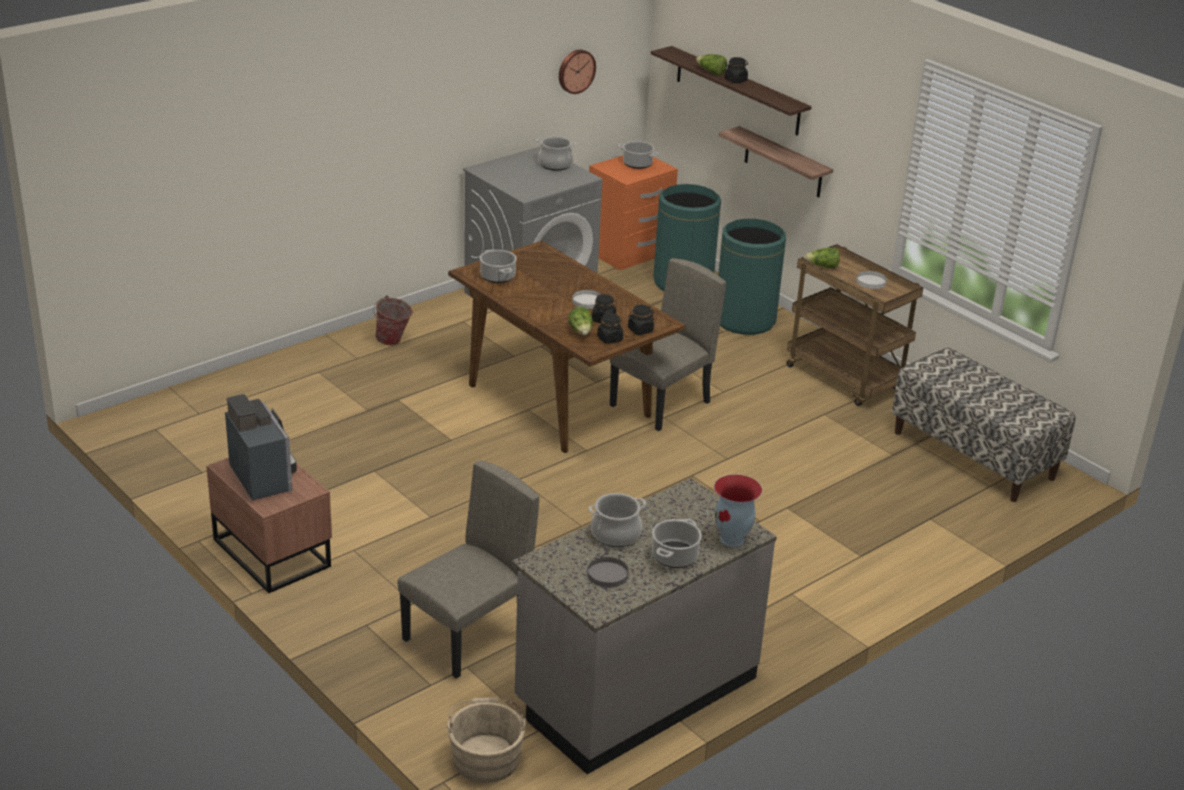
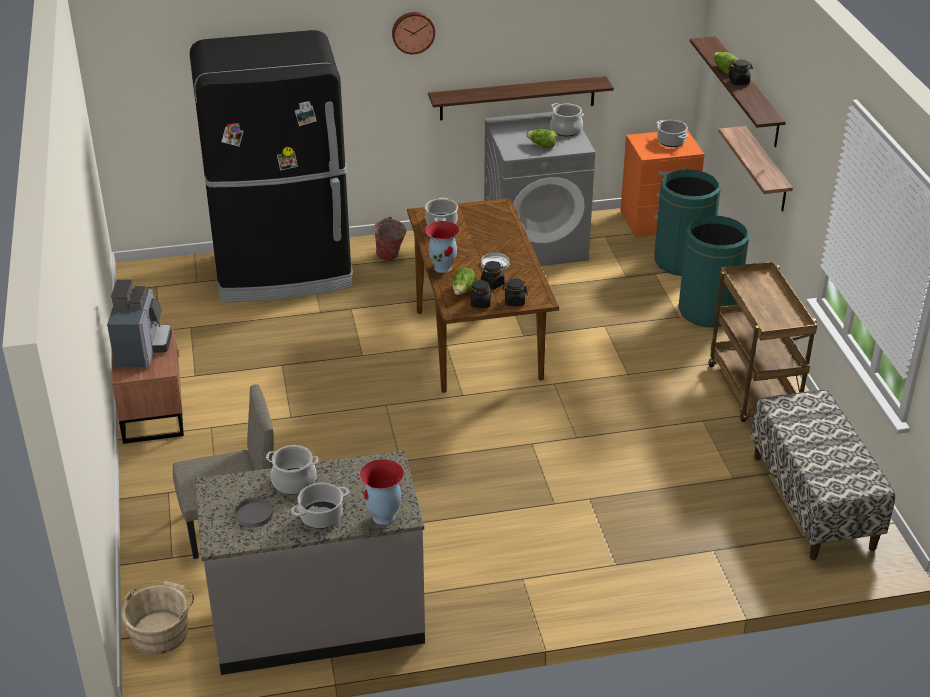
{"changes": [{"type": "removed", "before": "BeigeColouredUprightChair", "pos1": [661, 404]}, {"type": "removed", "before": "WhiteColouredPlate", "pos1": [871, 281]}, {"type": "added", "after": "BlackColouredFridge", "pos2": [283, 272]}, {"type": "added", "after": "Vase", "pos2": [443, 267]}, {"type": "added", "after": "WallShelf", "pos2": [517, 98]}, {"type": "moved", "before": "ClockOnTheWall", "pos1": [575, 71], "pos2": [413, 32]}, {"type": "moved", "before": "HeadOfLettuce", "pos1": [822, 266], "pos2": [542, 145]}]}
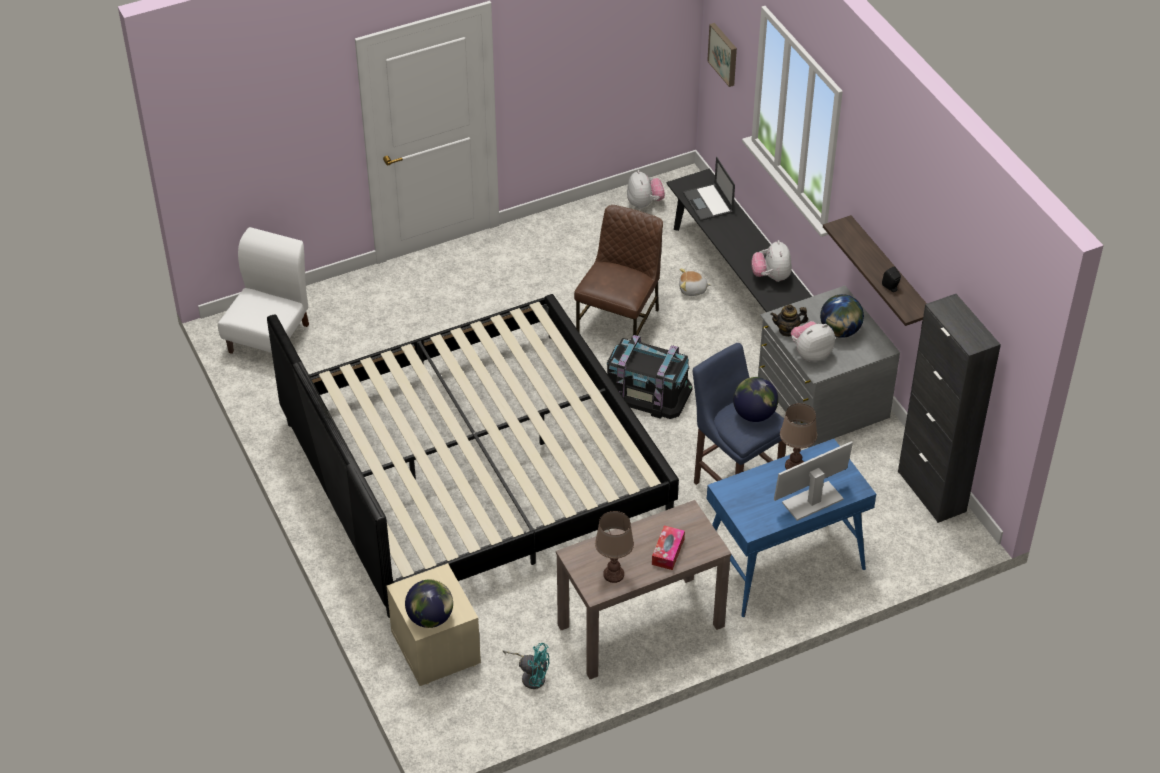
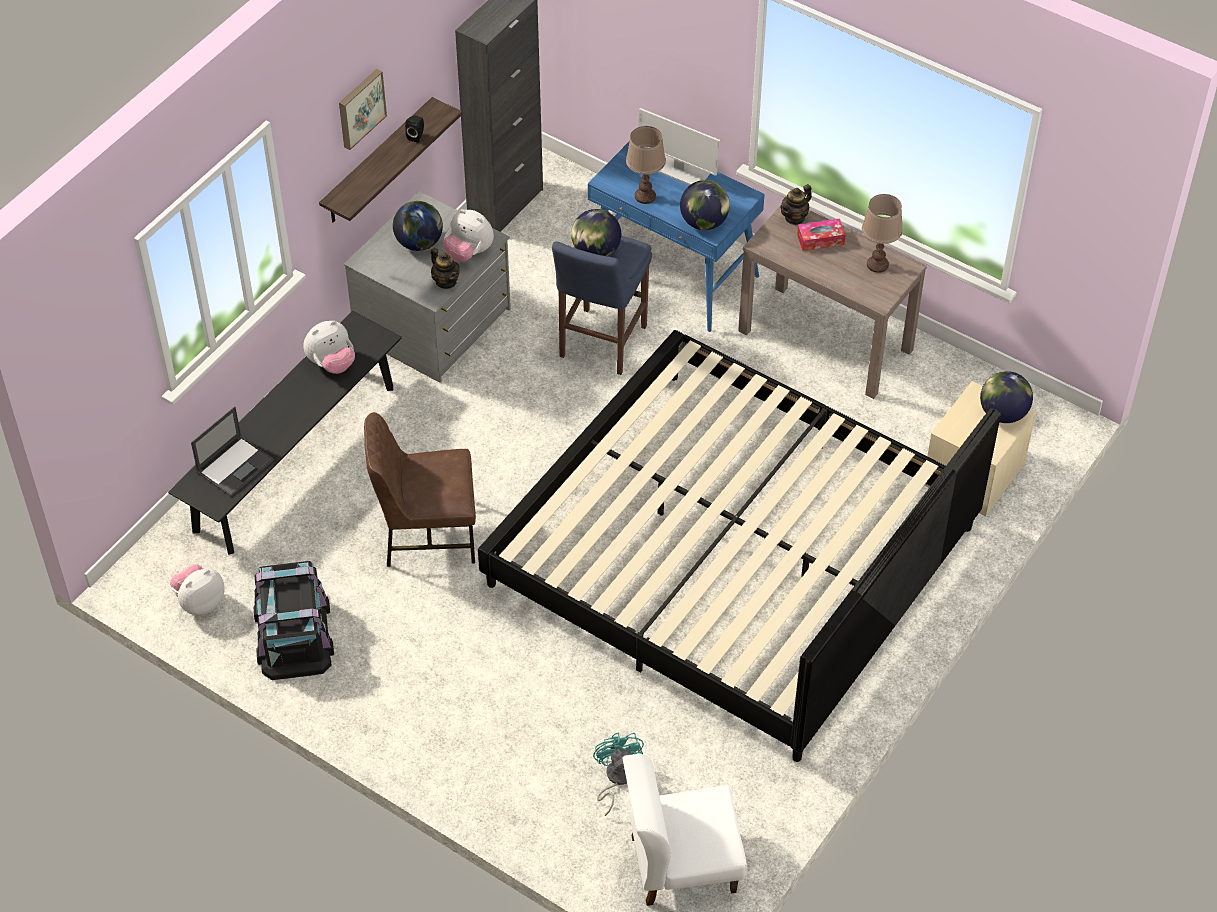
{"changes": [{"type": "removed", "before": "CuddlyToy", "pos1": [692, 289]}, {"type": "added", "after": "WorldGlobe", "pos2": [704, 222]}, {"type": "added", "after": "TeaPot", "pos2": [794, 217]}, {"type": "moved", "before": "TurquoiseColouredCoolingFan", "pos1": [531, 676], "pos2": [616, 778]}, {"type": "moved", "before": "BlackColouredStorageContainer", "pos1": [647, 391], "pos2": [293, 633]}, {"type": "moved", "before": "WallArt", "pos1": [724, 54], "pos2": [360, 108]}]}
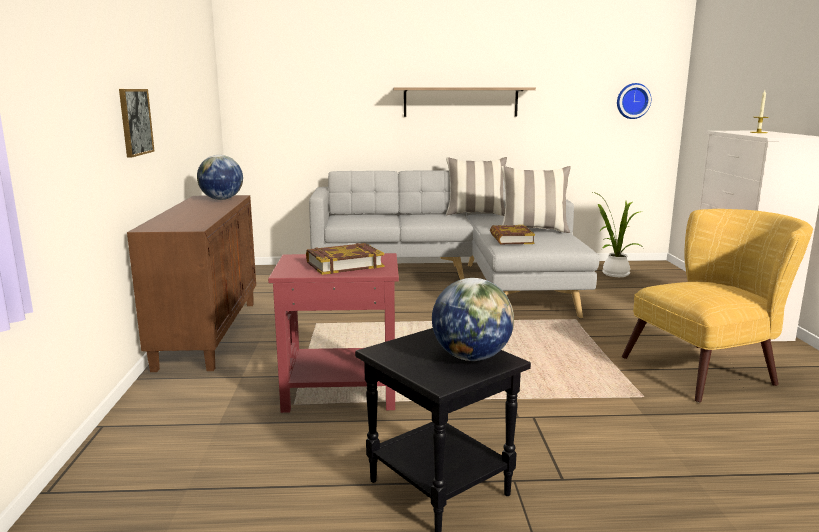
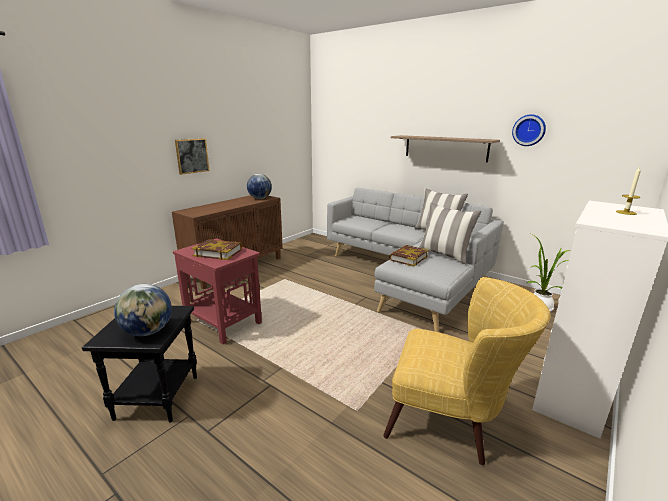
{"changes": [{"type": "moved", "before": "ClockOnTheWall", "pos1": [632, 101], "pos2": [529, 130]}]}
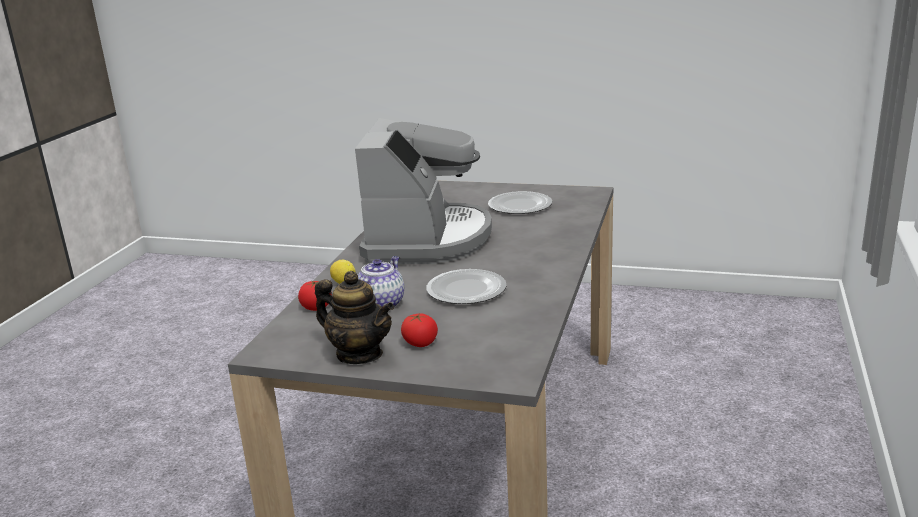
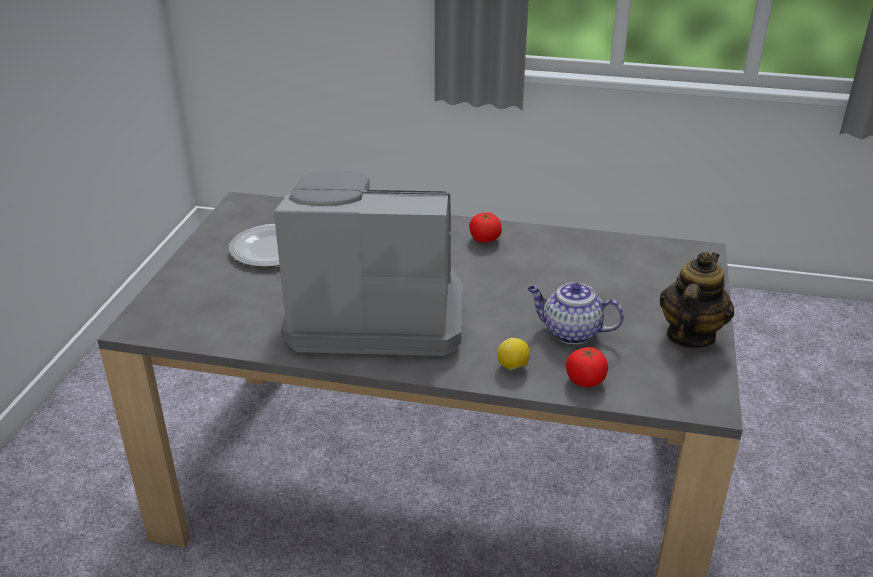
{"changes": [{"type": "removed", "before": "Plate", "pos1": [467, 290]}, {"type": "moved", "before": "WholeTomato", "pos1": [420, 343], "pos2": [484, 239]}]}
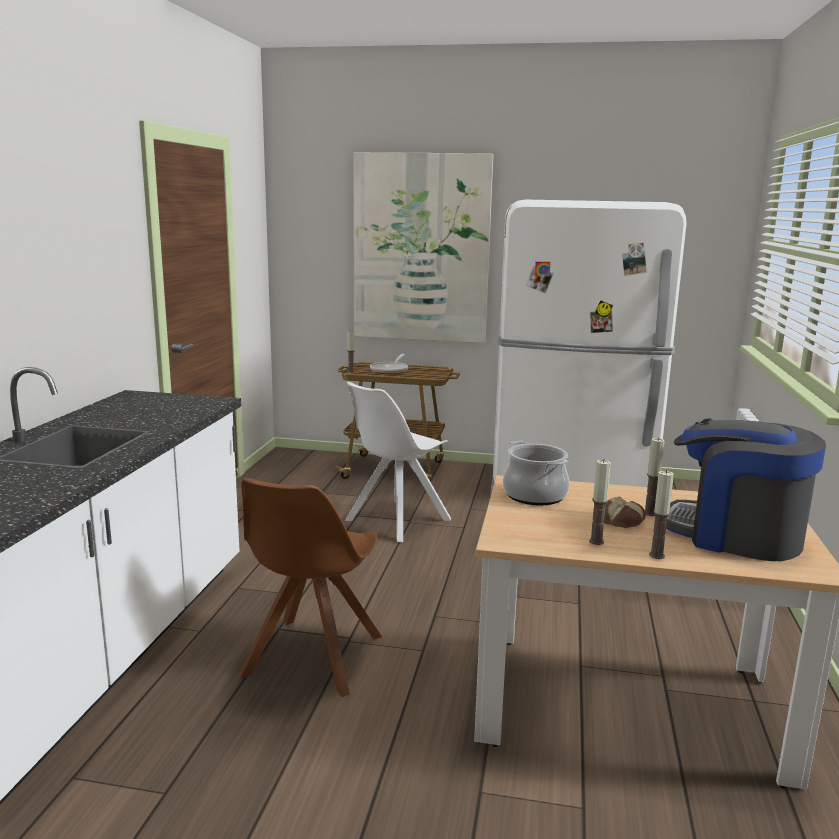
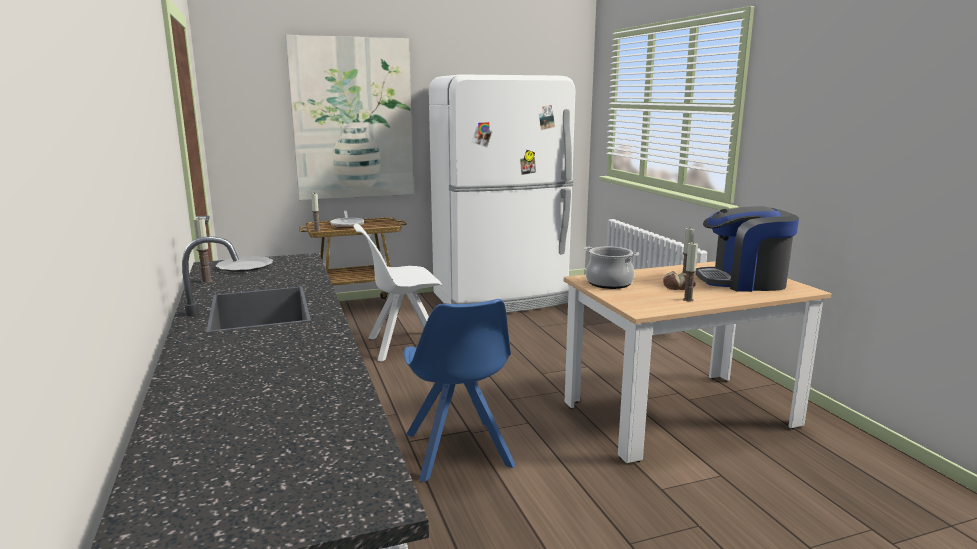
{"changes": [{"type": "added", "after": "Plate", "pos2": [244, 266]}, {"type": "moved", "before": "WaxCandle", "pos1": [656, 555], "pos2": [206, 281]}, {"type": "recoloured", "before": "BrownColouredUprightChair", "after": "BlueColouredUprightChair", "pos1": [311, 658], "pos2": [458, 452]}, {"type": "turned", "before": "WhiteColouredUprightChair", "pos1": [395, 521], "pos2": [403, 345], "turn": 60}]}
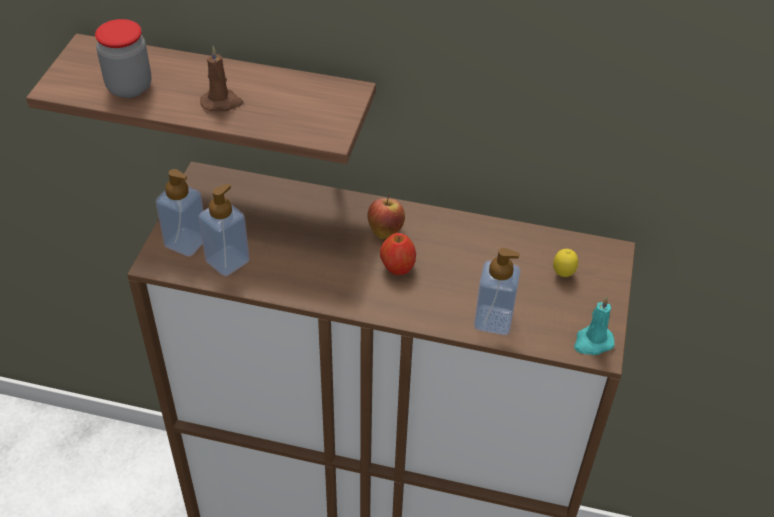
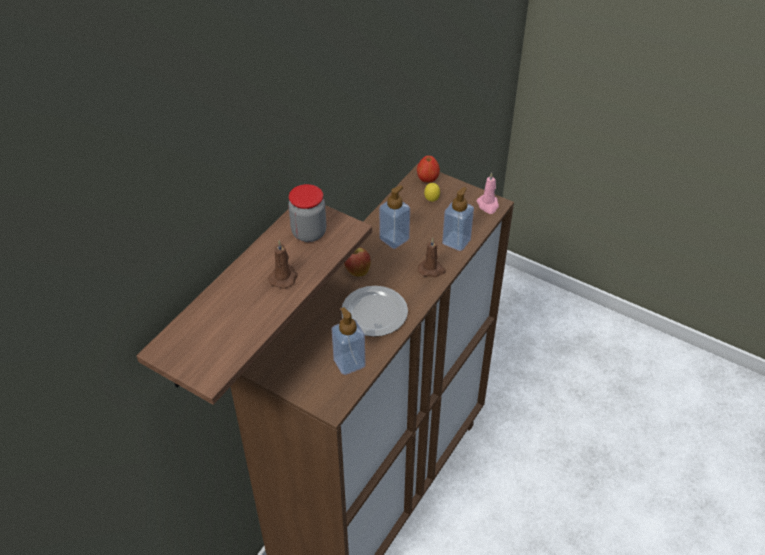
{"changes": [{"type": "added", "after": "Plate", "pos2": [373, 312]}, {"type": "added", "after": "BrownColouredWaxCandle", "pos2": [432, 270]}, {"type": "moved", "before": "StorageJar", "pos1": [129, 87], "pos2": [309, 233]}, {"type": "moved", "before": "LiquidSoapBottle", "pos1": [186, 242], "pos2": [394, 239]}, {"type": "moved", "before": "Apple", "pos1": [397, 268], "pos2": [427, 179]}, {"type": "recoloured", "before": "TurquoiseColouredWaxCandle", "after": "PinkishWaxCandle", "pos1": [592, 342], "pos2": [488, 205]}]}
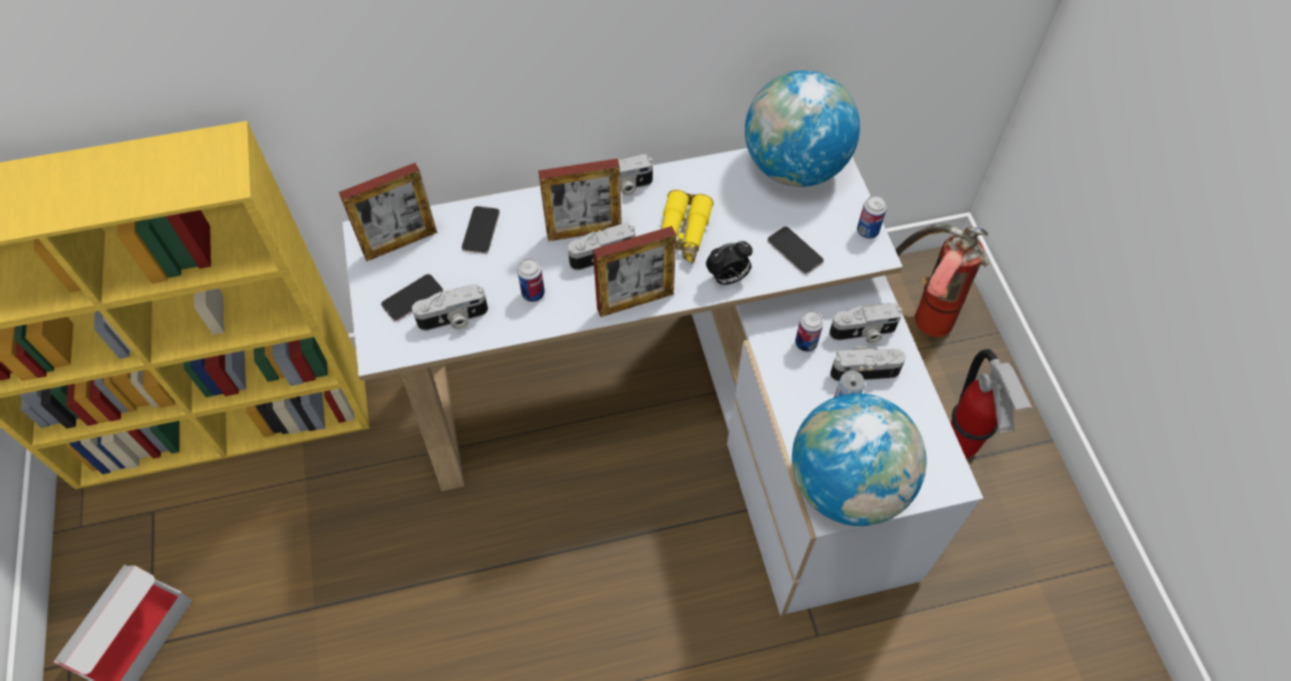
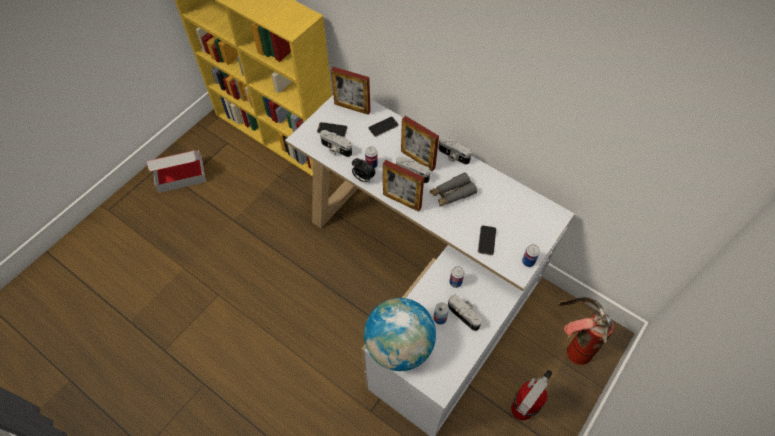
{"changes": [{"type": "removed", "before": "WorldGlobe", "pos1": [794, 167]}, {"type": "removed", "before": "StillCamera", "pos1": [863, 333]}, {"type": "moved", "before": "TableClock", "pos1": [727, 278], "pos2": [363, 178]}, {"type": "recoloured", "before": "YellowColouredFieldGlasses", "after": "GreyishFieldGlasses", "pos1": [682, 234], "pos2": [452, 194]}]}
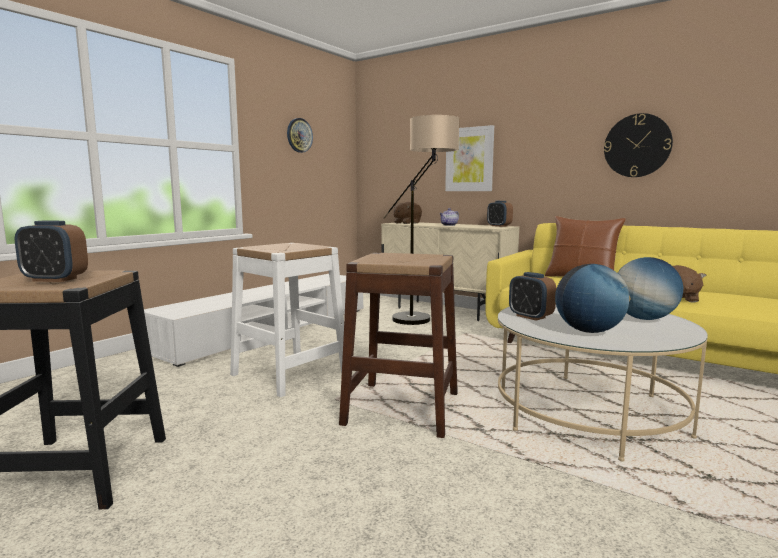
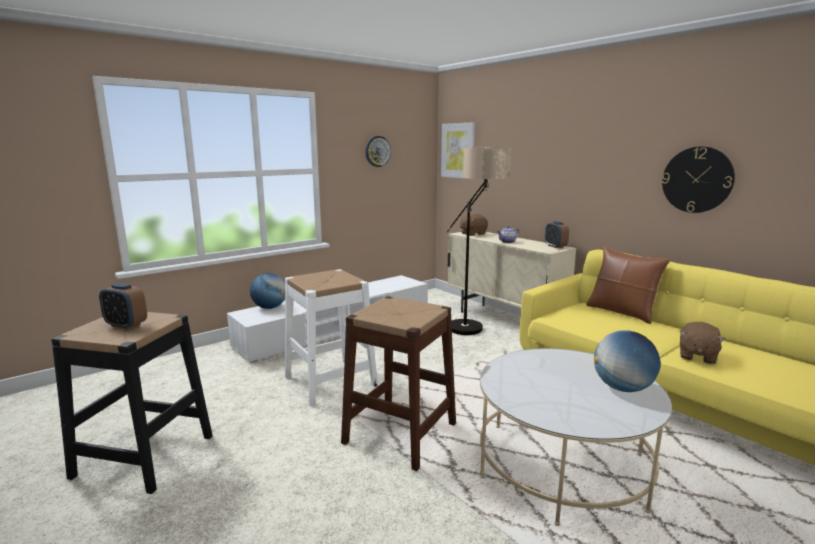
{"changes": [{"type": "removed", "before": "TableClock", "pos1": [530, 317]}, {"type": "moved", "before": "WallArt", "pos1": [469, 159], "pos2": [458, 150]}, {"type": "moved", "before": "WorldGlobe", "pos1": [589, 331], "pos2": [270, 307]}]}
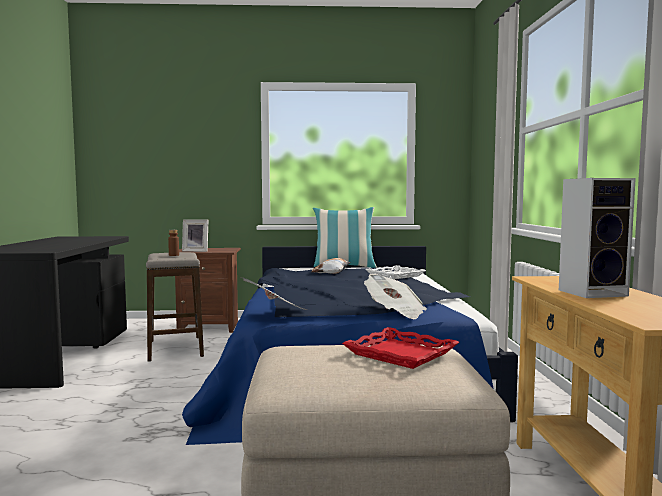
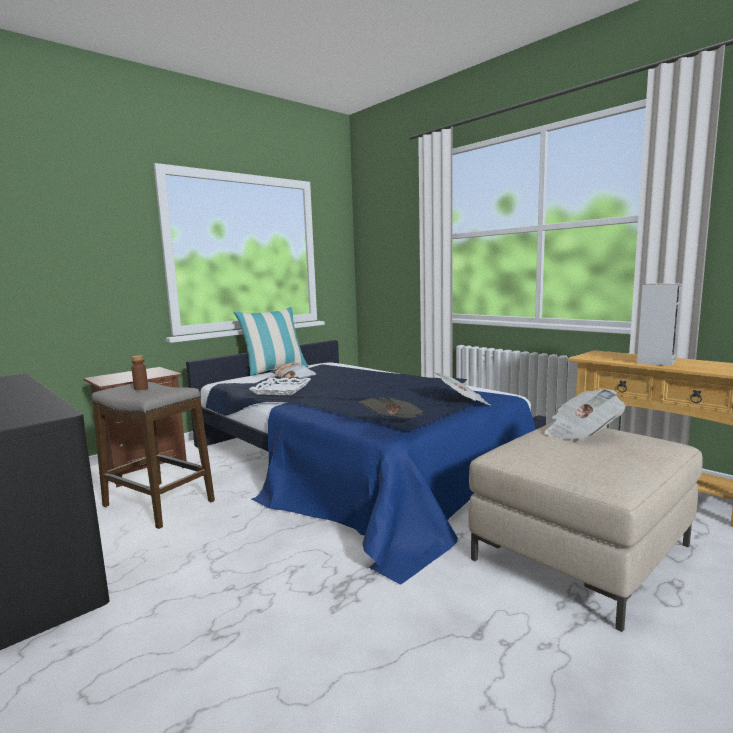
{"changes": [{"type": "removed", "before": "StandingFrame", "pos1": [196, 251]}, {"type": "moved", "before": "WhiteColouredCarryingTray", "pos1": [395, 276], "pos2": [282, 390]}, {"type": "replaced", "before": "ReddishCarryingTray", "after": "PrintedPaper", "pos1": [400, 354], "pos2": [581, 433]}]}
